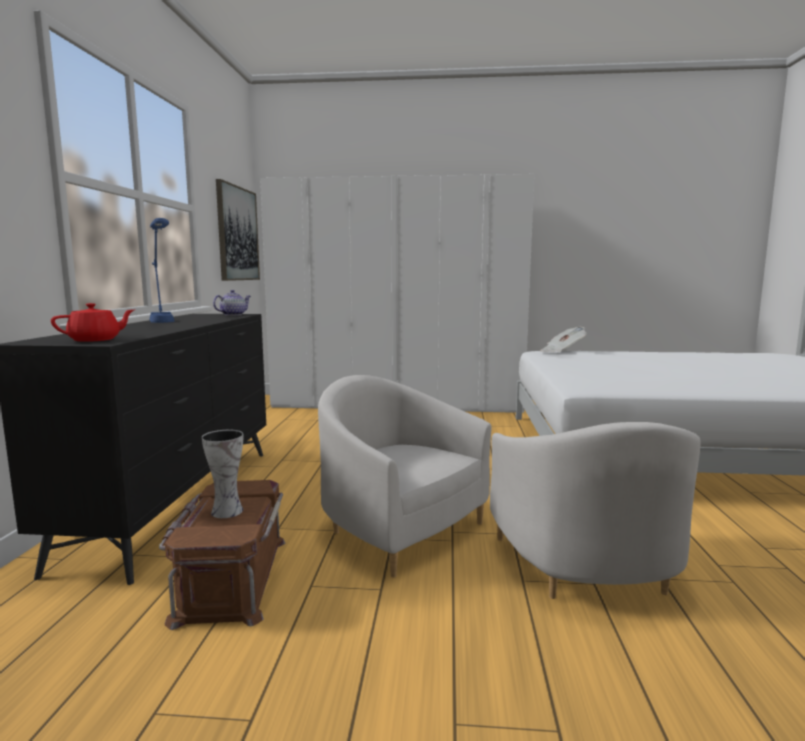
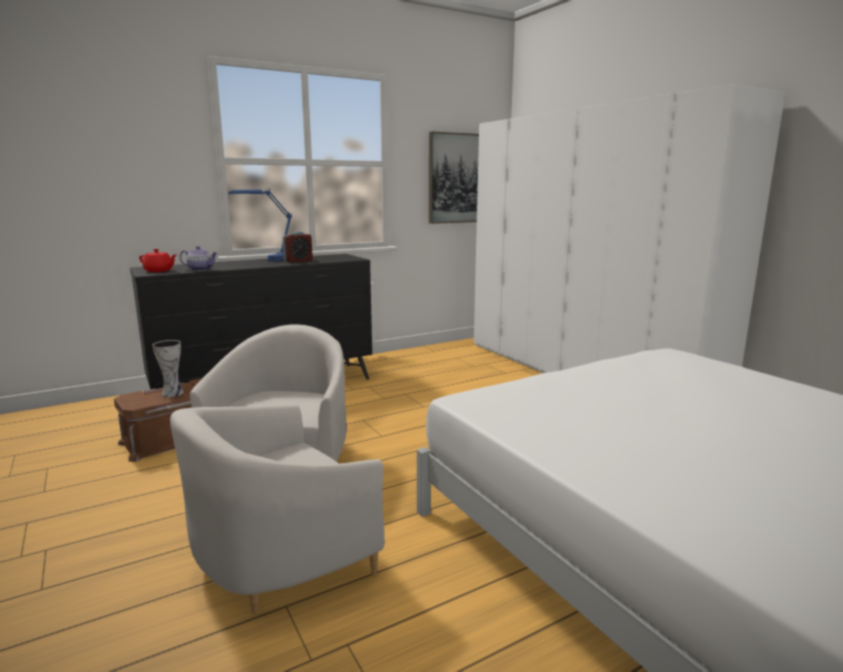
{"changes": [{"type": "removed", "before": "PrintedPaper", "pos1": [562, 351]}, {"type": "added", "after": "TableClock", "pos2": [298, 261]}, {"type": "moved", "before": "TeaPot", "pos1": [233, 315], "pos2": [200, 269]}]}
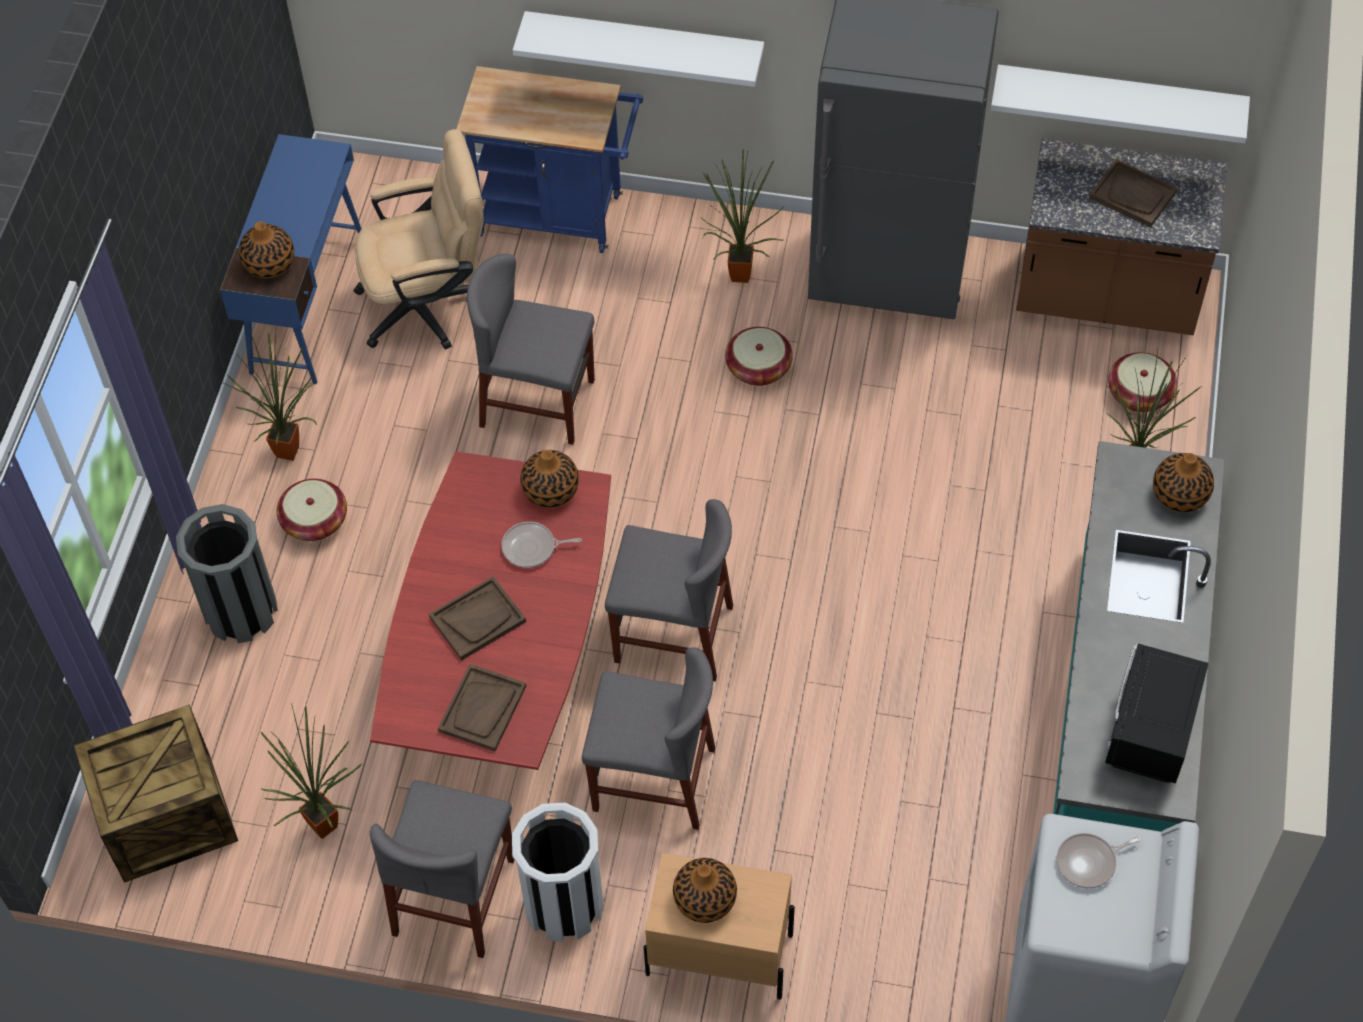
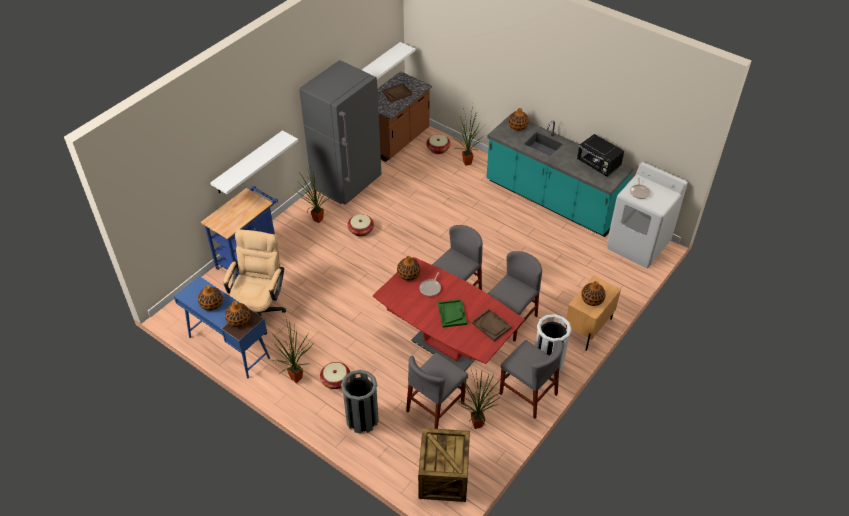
{"changes": [{"type": "added", "after": "Vase", "pos2": [211, 304]}, {"type": "moved", "before": "GreyishUprightChair", "pos1": [538, 403], "pos2": [435, 407]}, {"type": "recoloured", "before": "BrownColouredCarryingTray", "after": "GreenCarryingTray", "pos1": [478, 619], "pos2": [452, 314]}]}
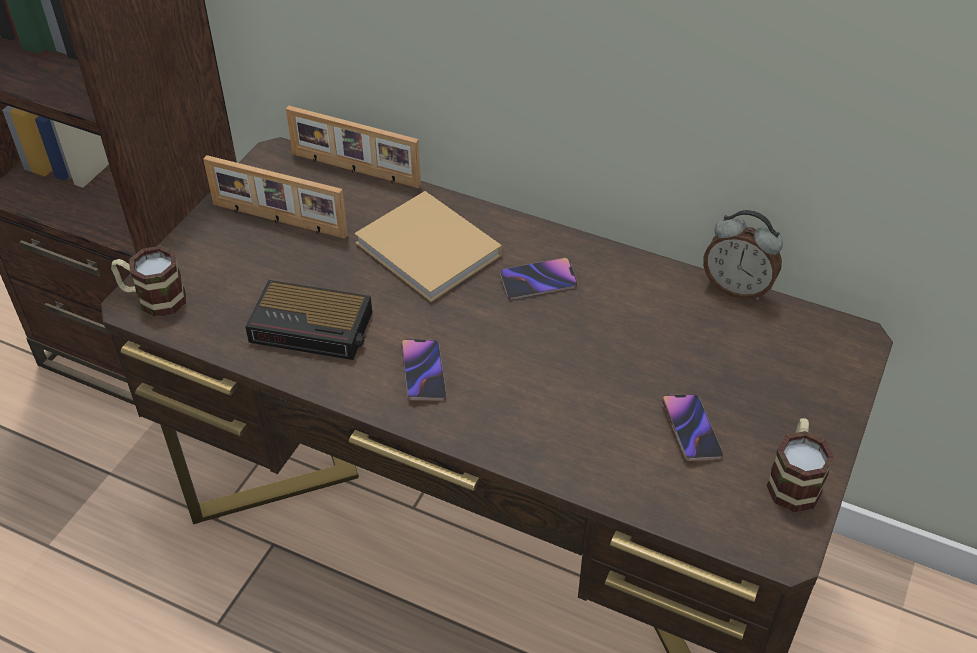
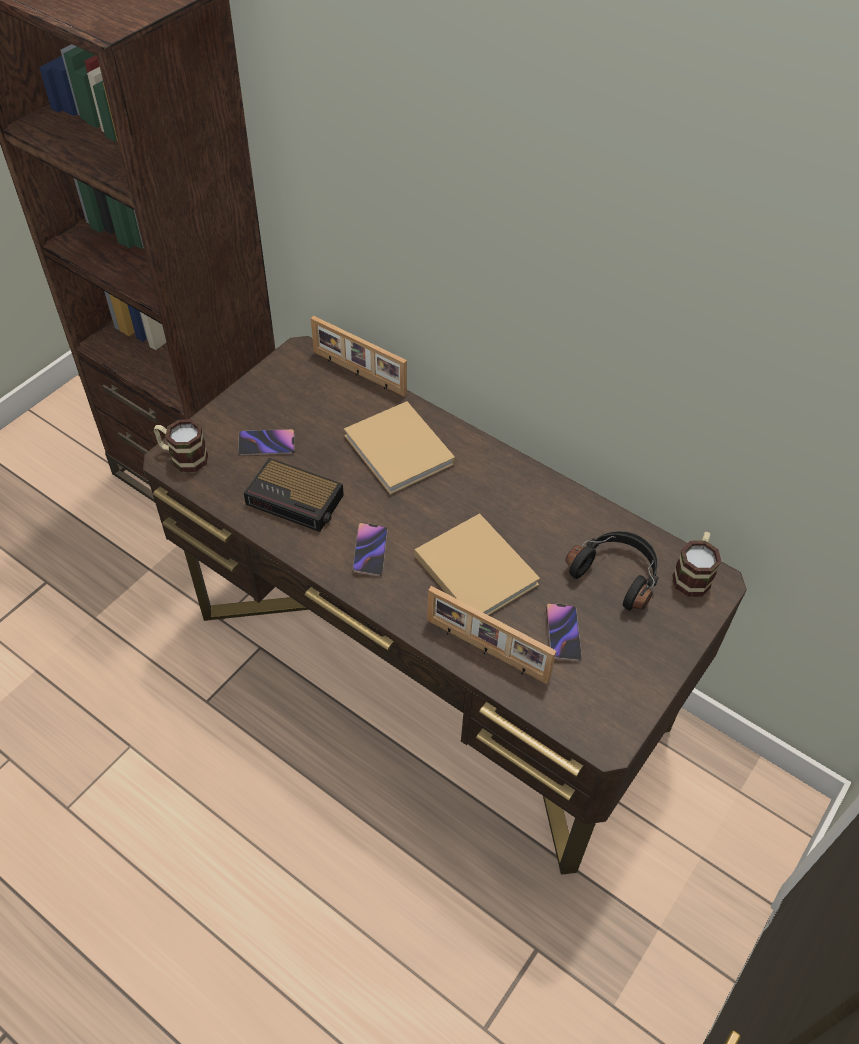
{"changes": [{"type": "removed", "before": "TableClock", "pos1": [737, 288]}, {"type": "added", "after": "BeigeColouredVolume", "pos2": [473, 568]}, {"type": "added", "after": "BlackColouredPairOfHeadphones", "pos2": [616, 574]}, {"type": "moved", "before": "StandingFrame", "pos1": [278, 221], "pos2": [486, 651]}, {"type": "moved", "before": "Telephone", "pos1": [538, 282], "pos2": [267, 445]}, {"type": "moved", "before": "TeaMug", "pos1": [793, 479], "pos2": [693, 574]}]}
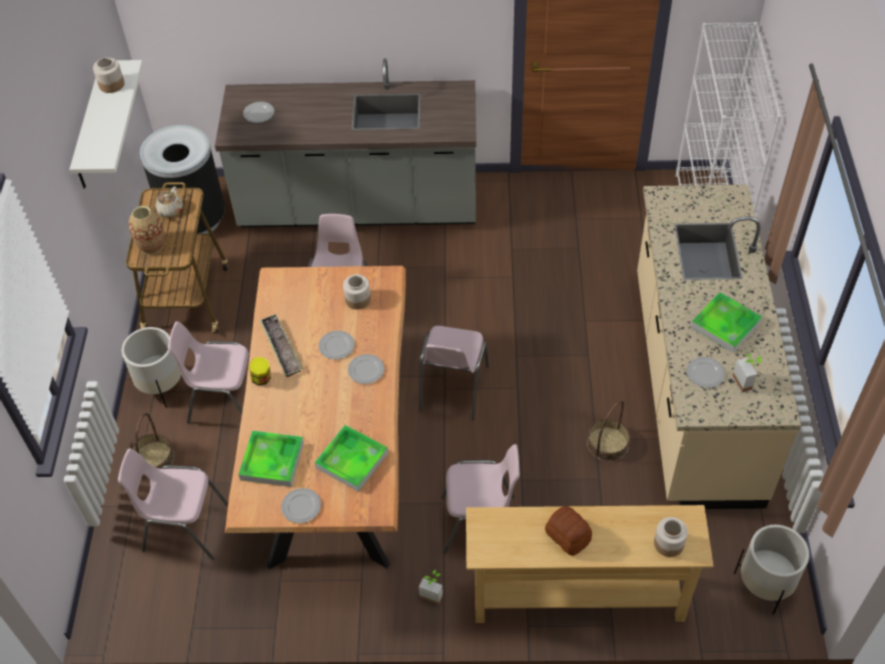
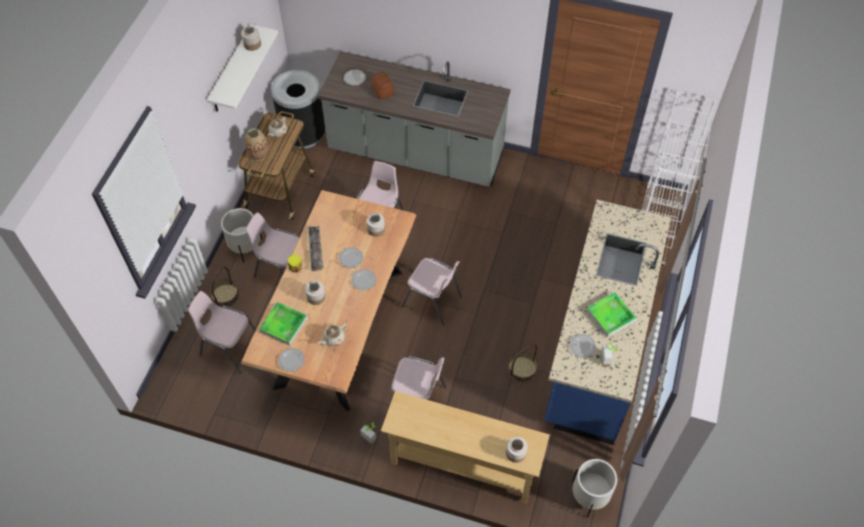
{"changes": [{"type": "added", "after": "StorageJar", "pos2": [316, 297]}, {"type": "moved", "before": "BakeryBread", "pos1": [568, 535], "pos2": [382, 90]}, {"type": "replaced", "before": "CarryingTray", "after": "BeigeColouredTeaPot", "pos1": [352, 460], "pos2": [333, 339]}, {"type": "recoloured", "before": "BeigeColouredKitchenBaseUnit", "after": "BlueColouredKitchenBaseUnit", "pos1": [693, 386], "pos2": [597, 345]}, {"type": "turned", "before": "PinkishUprightChair", "pos1": [452, 389], "pos2": [432, 302], "turn": -90}]}
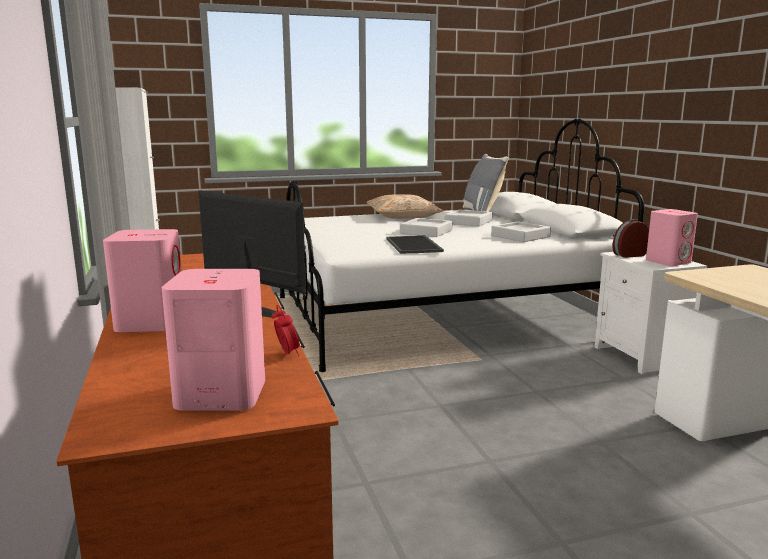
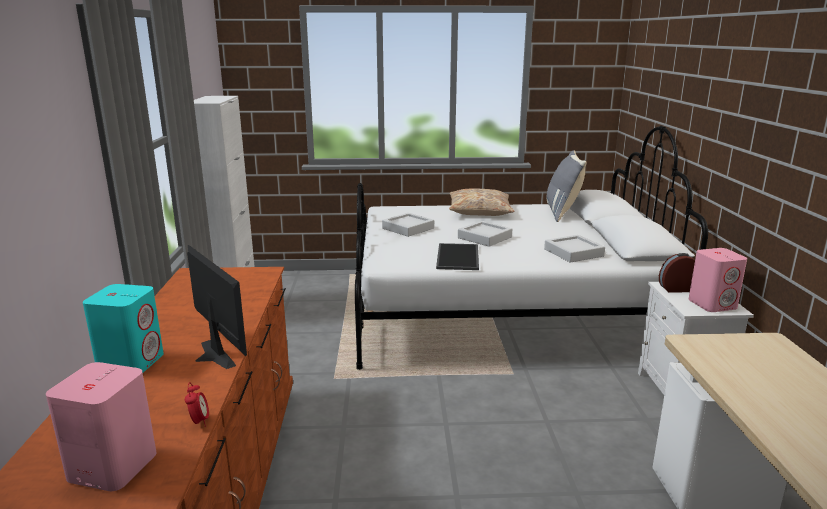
{"changes": [{"type": "moved", "before": "GreyishCarryingTray", "pos1": [468, 222], "pos2": [408, 228]}, {"type": "recoloured", "before": "PinkishAudioSpeaker", "after": "TurquoiseColouredAudioSpeaker", "pos1": [151, 323], "pos2": [131, 362]}]}
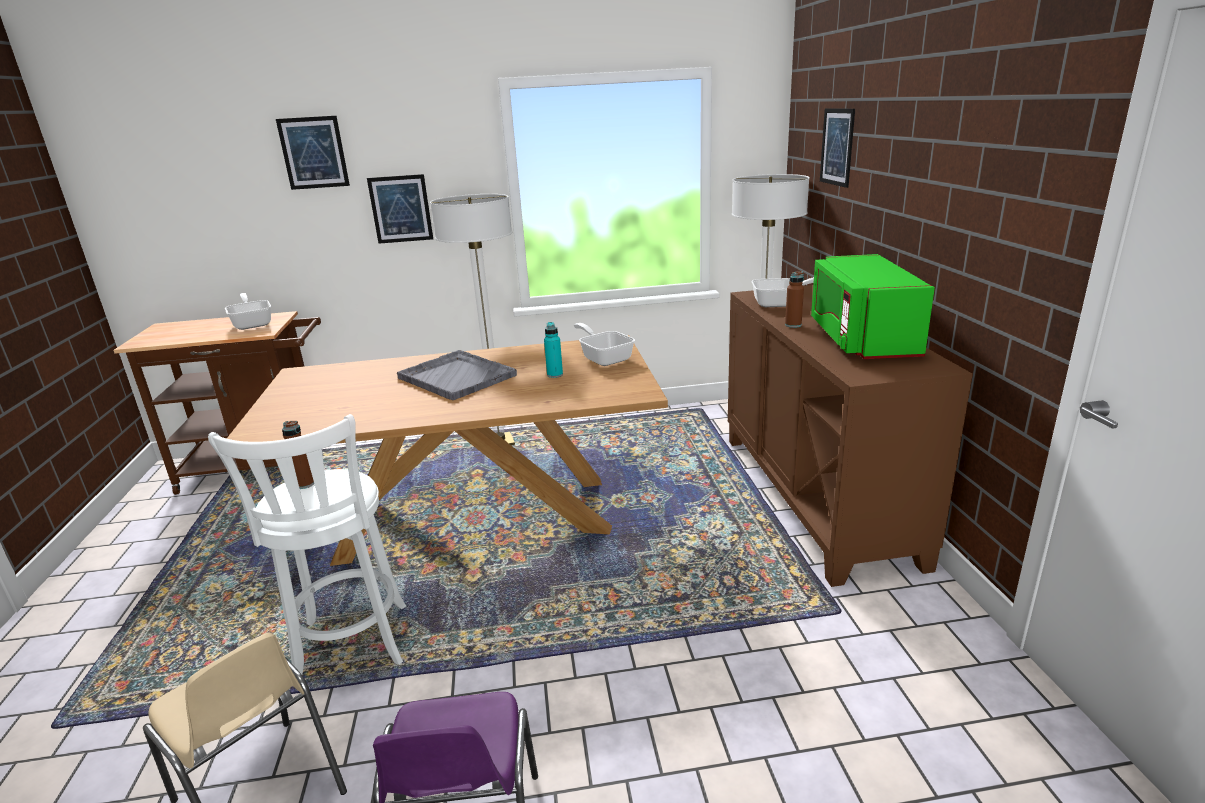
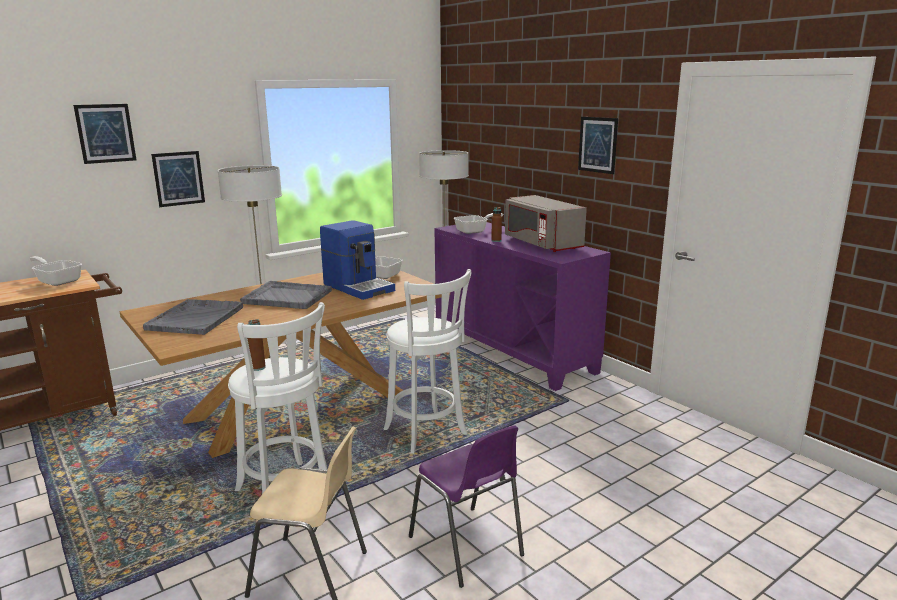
{"changes": [{"type": "added", "after": "GreyishCarryingTray", "pos2": [196, 318]}, {"type": "added", "after": "WhiteColouredStoolSeat", "pos2": [427, 434]}, {"type": "moved", "before": "WallArt", "pos1": [837, 147], "pos2": [597, 144]}, {"type": "replaced", "before": "TurquoiseColouredBeverageBottle", "after": "CoffeeBrewer", "pos1": [555, 375], "pos2": [359, 287]}, {"type": "recoloured", "before": "BrownColouredCabinet", "after": "PurpleCabinet", "pos1": [816, 496], "pos2": [513, 351]}, {"type": "recoloured", "before": "GreenMicrowave", "after": "GreyishMicrowave", "pos1": [861, 339], "pos2": [541, 243]}]}
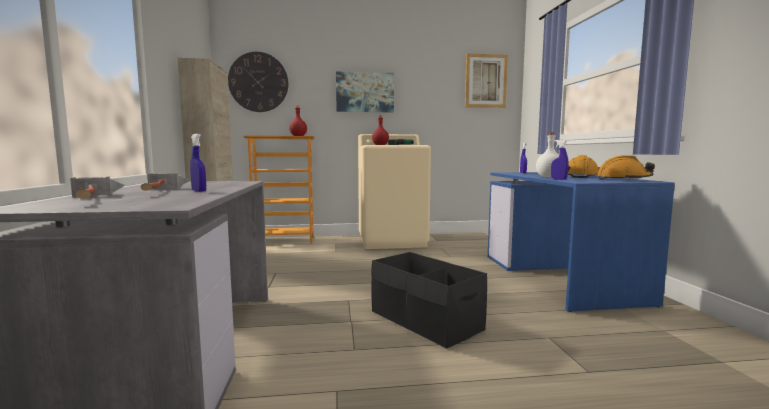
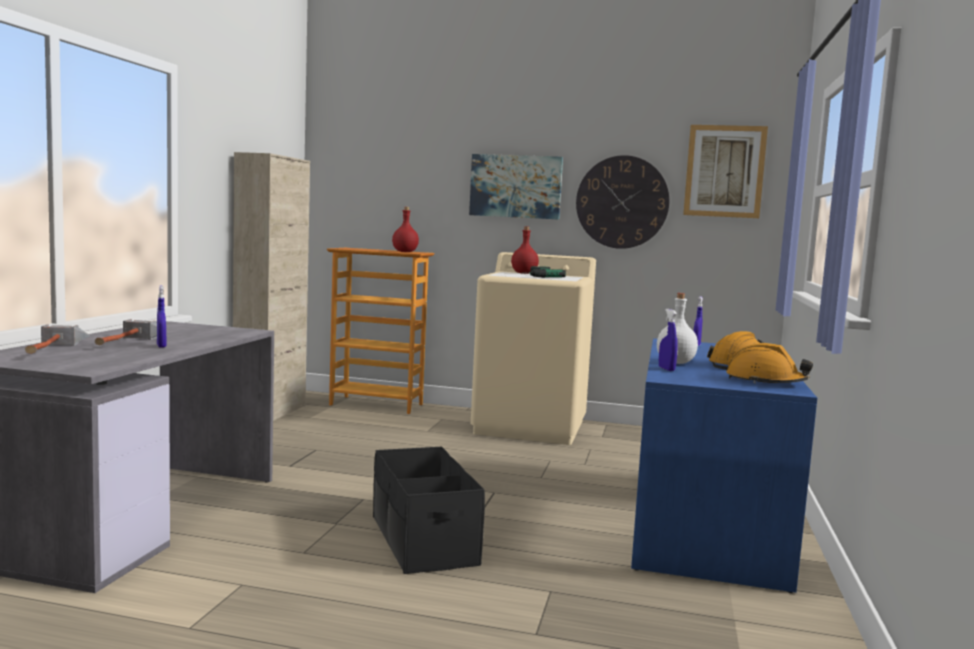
{"changes": [{"type": "moved", "before": "ClockOnTheWall", "pos1": [258, 82], "pos2": [622, 202]}]}
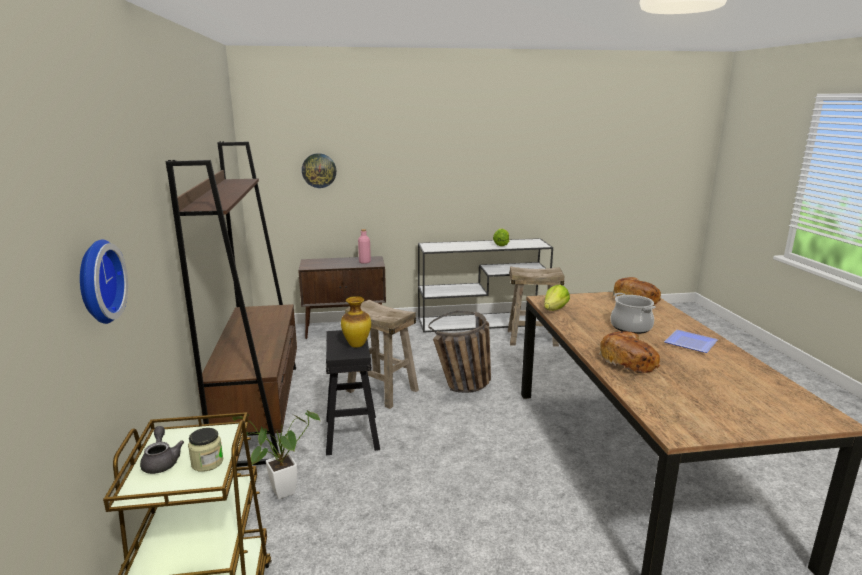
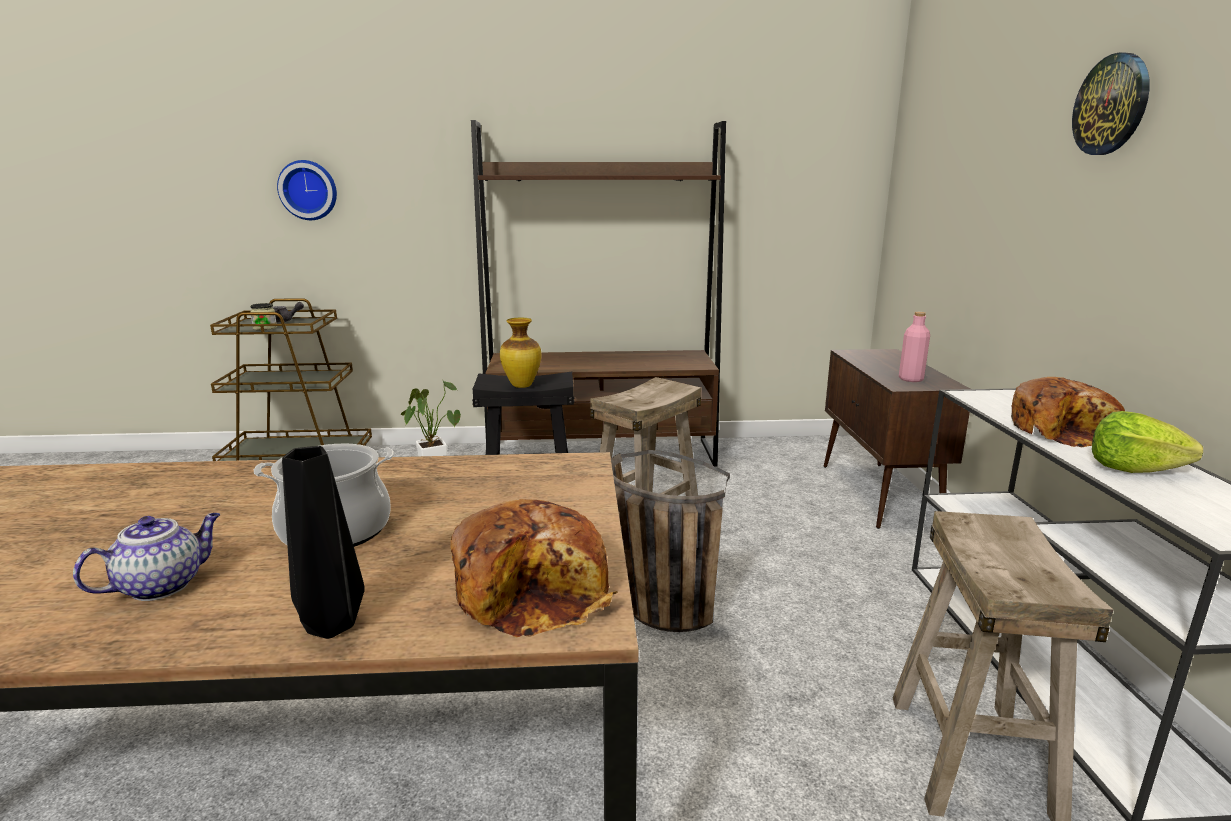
{"changes": [{"type": "removed", "before": "HeadOfLettuce", "pos1": [554, 310]}, {"type": "added", "after": "BlackColouredVase", "pos2": [331, 624]}, {"type": "moved", "before": "ClockOnTheWall", "pos1": [319, 170], "pos2": [1111, 105]}, {"type": "moved", "before": "BakeryBread", "pos1": [629, 361], "pos2": [1064, 430]}, {"type": "replaced", "before": "Plate", "after": "TeaPot", "pos1": [688, 343], "pos2": [162, 585]}]}
